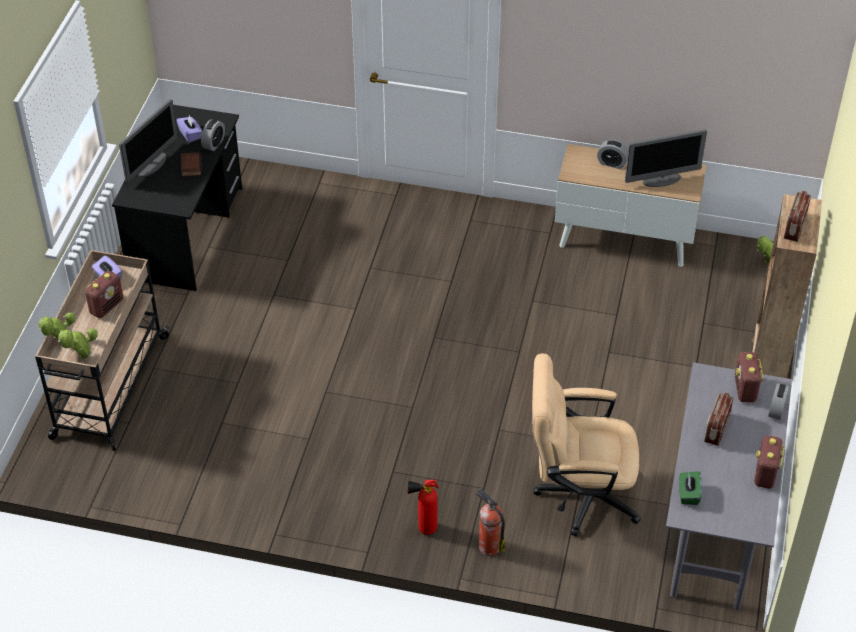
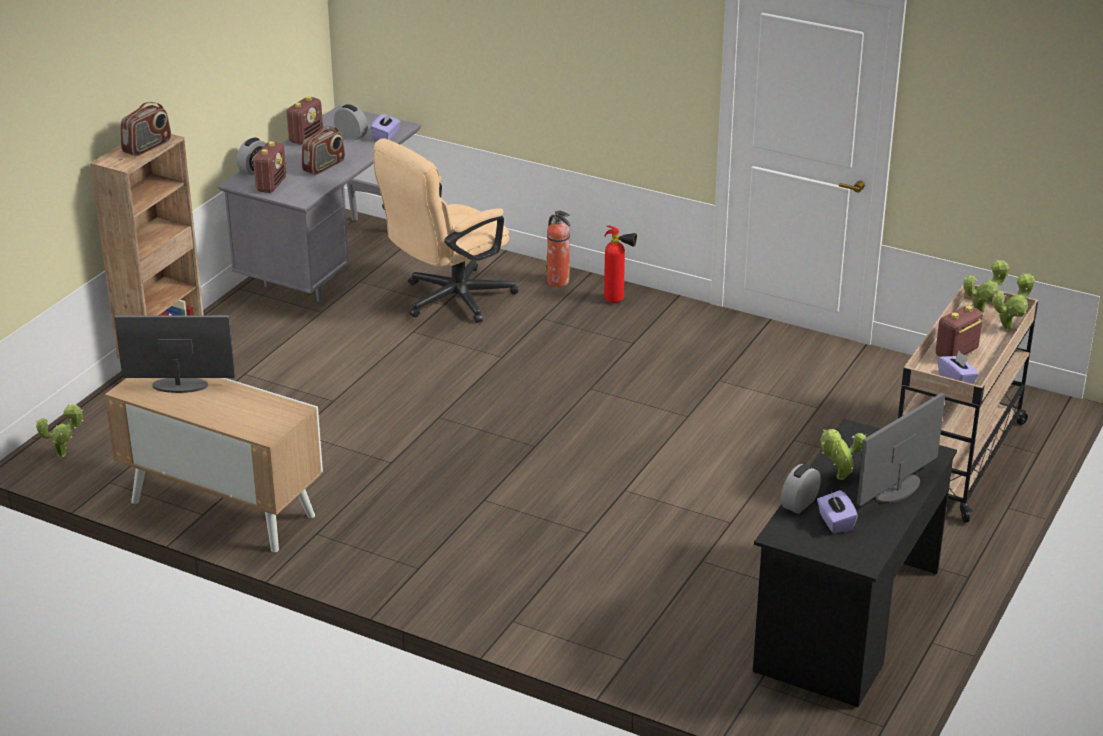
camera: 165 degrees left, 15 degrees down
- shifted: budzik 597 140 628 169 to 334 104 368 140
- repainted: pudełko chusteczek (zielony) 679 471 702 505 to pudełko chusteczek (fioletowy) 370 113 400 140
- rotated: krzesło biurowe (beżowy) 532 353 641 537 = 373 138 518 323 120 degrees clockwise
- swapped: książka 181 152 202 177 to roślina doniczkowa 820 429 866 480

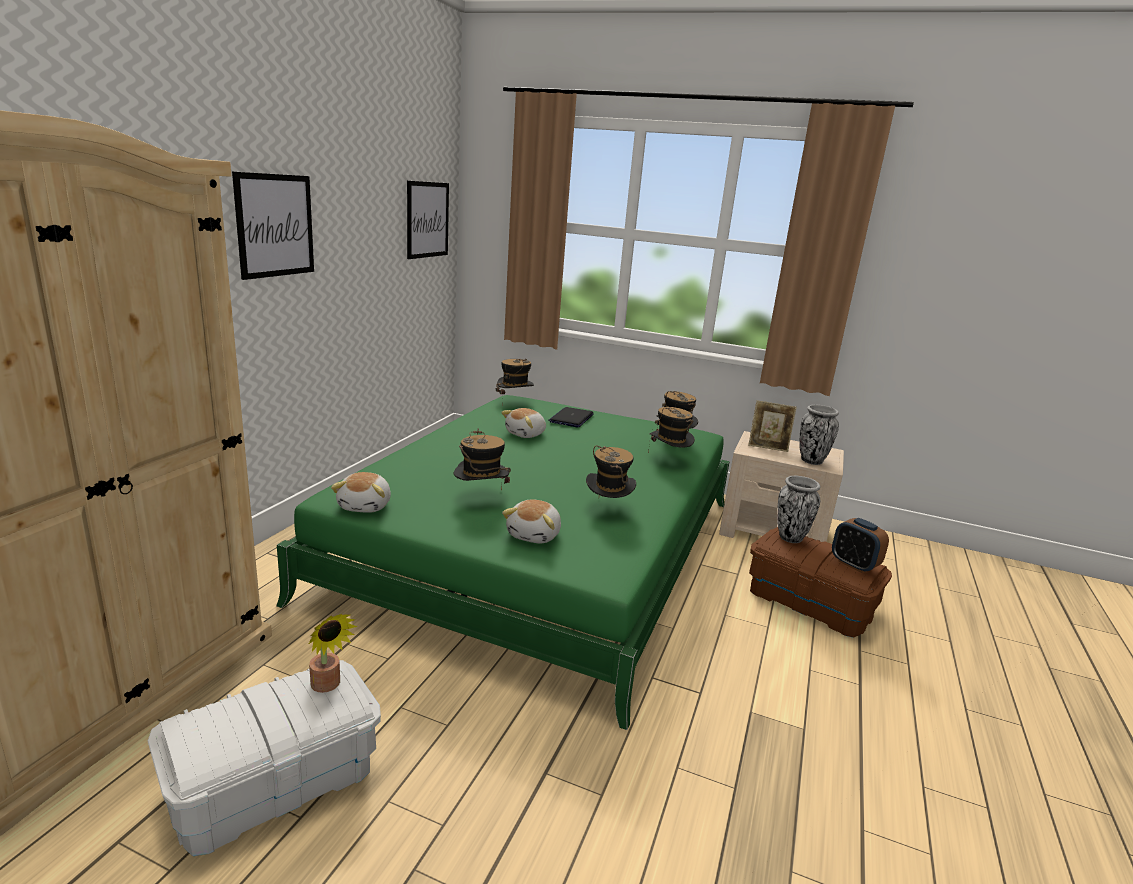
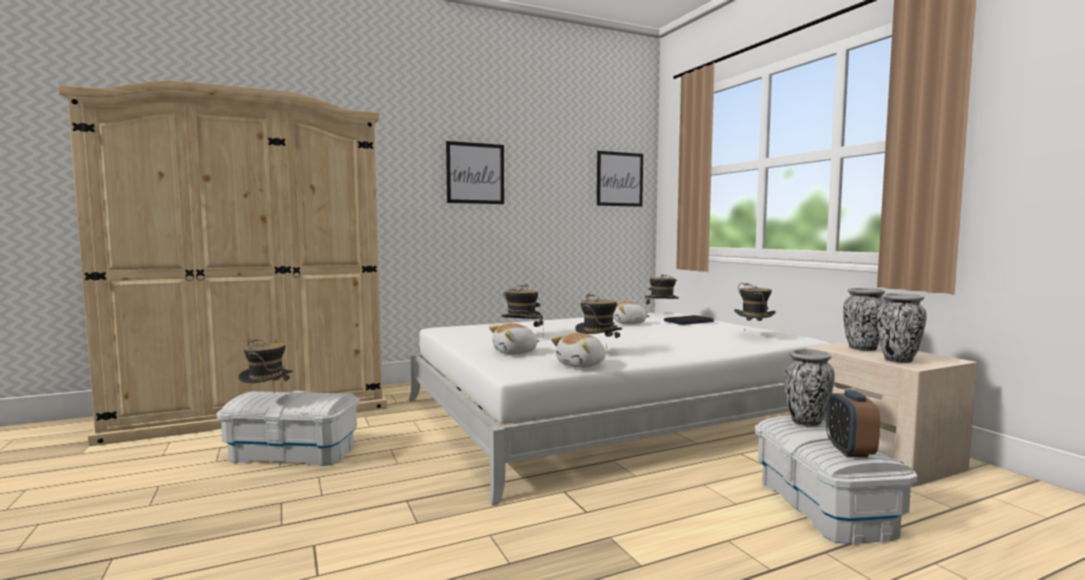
camera: 45 degrees right, 15 degrees down
- shifted: kapelusz 648 407 695 454 to 238 339 293 387
- repainted: łóżko (zielony) 276 395 730 730 to łóżko (biały) 409 312 830 506
- shifted: pluszak 331 472 391 513 to 551 333 606 368
- repainted: pojemnik do przechowywania (brązowy) 749 527 892 638 to pojemnik do przechowywania (biały) 755 415 918 544
- swapped: ramka na zdjęcie 748 400 797 452 to wazon 843 288 885 351
- gone: roślina doniczkowa 309 614 357 693

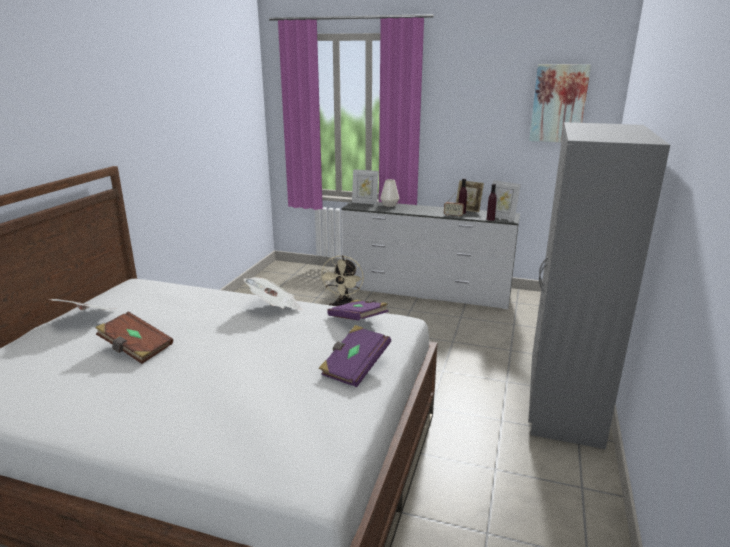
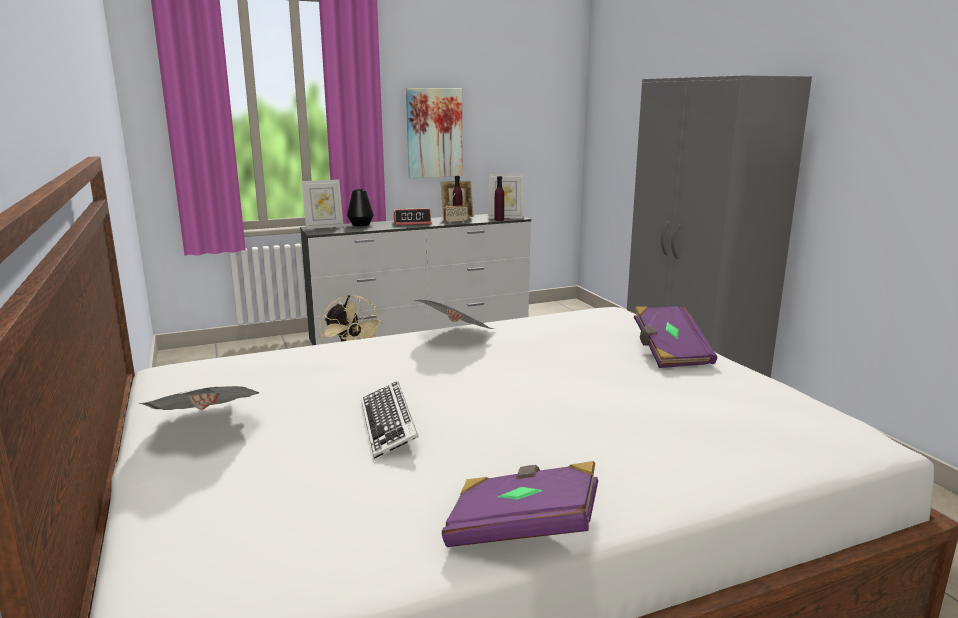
camera: 40 degrees left, 5 degrees down
- repainted: wazon (biały) 380 179 399 207 to wazon (czarny) 347 189 374 226
- swapped: książka (brązowy) 96 311 173 364 to klawiatura 361 382 419 459
- new: budzik 394 208 431 225
- shifted: obraz 529 64 591 142 to 406 88 463 178
- shifted: książka (fioletowy) 327 300 388 320 to 442 461 598 547

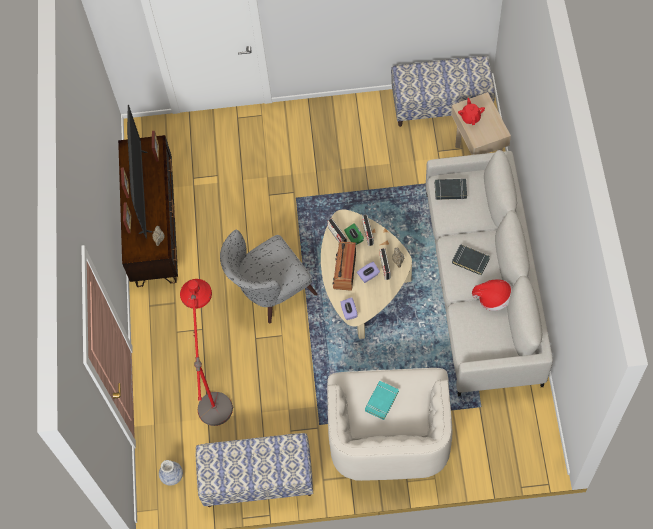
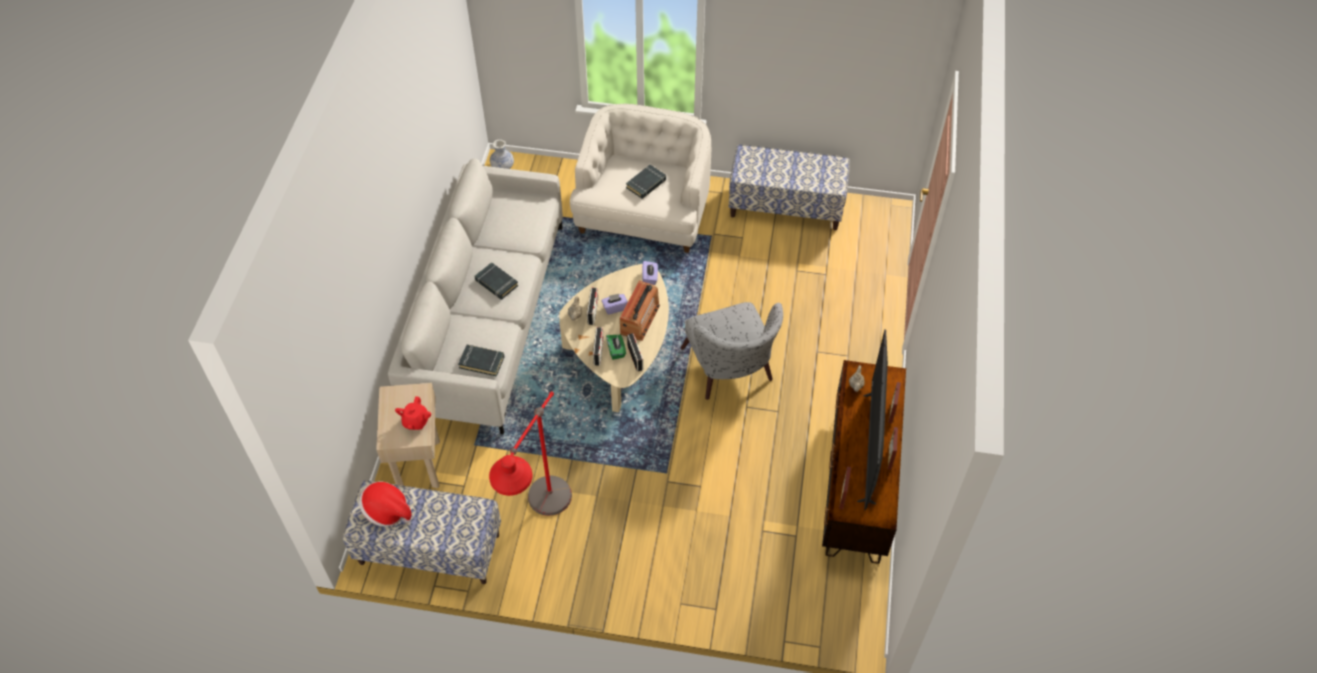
camera: 170 degrees left, 10 degrees down
- shifted: kapelusz 472 280 512 311 to 359 482 412 527
- shifted: lampa stojąca (czerwony) 180 279 233 426 to 489 391 572 516
- shifted: wazon 159 460 183 486 to 490 139 514 169
- repainted: książka (turkusowy) 365 381 399 420 to książka (czarny) 626 165 666 199
- rotated: fotel (szary) 220 229 317 324 = 681 302 783 400 90 degrees clockwise

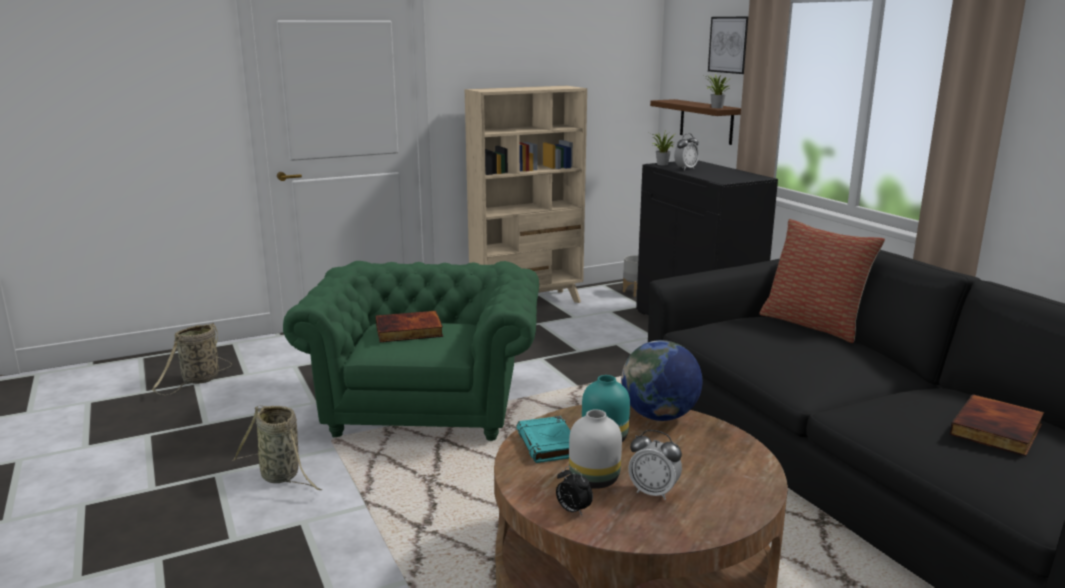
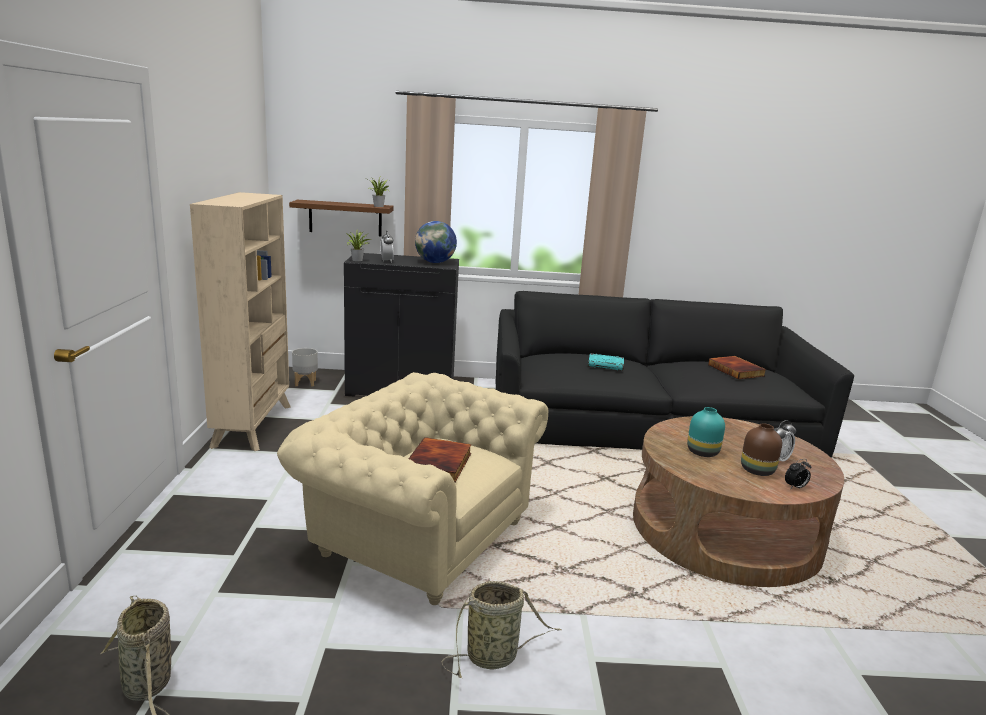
camera: 65 degrees left, 0 degrees up
- repainted: fotel (zielony) 283 261 539 441 to fotel (beżowy) 277 372 548 605
- shifted: globus 621 340 702 421 to 415 221 457 263
- shifted: książka (turkusowy) 516 416 571 463 to 588 354 624 370
- repainted: wazon (biały) 569 409 622 489 to wazon (brązowy) 741 423 782 476
- gone: obraz 708 16 748 74
- gone: poduszka 759 219 885 343

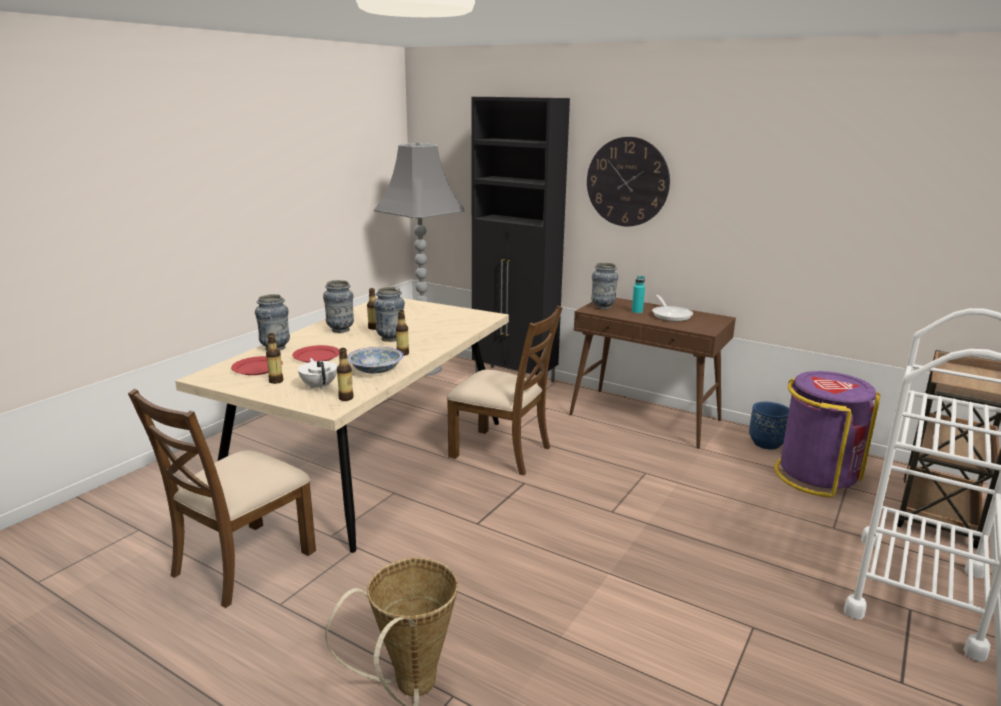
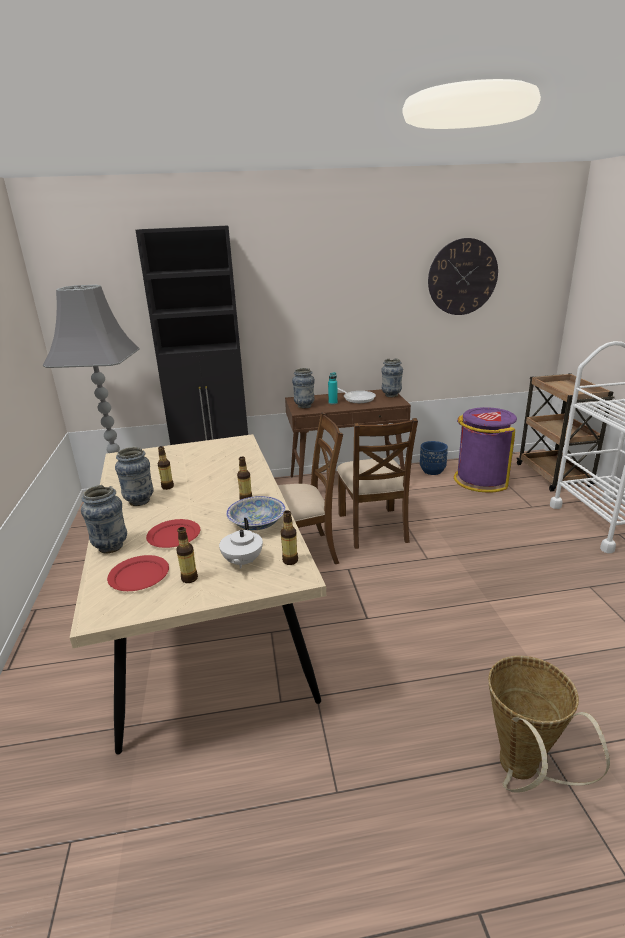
camera: 40 degrees left, 5 degrees up
- rotated: imbryk (biały) 298 358 338 390 = 219 518 263 569 105 degrees counterclockwise
- shifted: krzesło (brązowy) 128 389 316 608 to 337 418 418 549
- shifted: wazon 374 287 405 342 to 381 358 403 397
- shifted: zegar ścienny 587 137 670 226 to 428 238 498 315

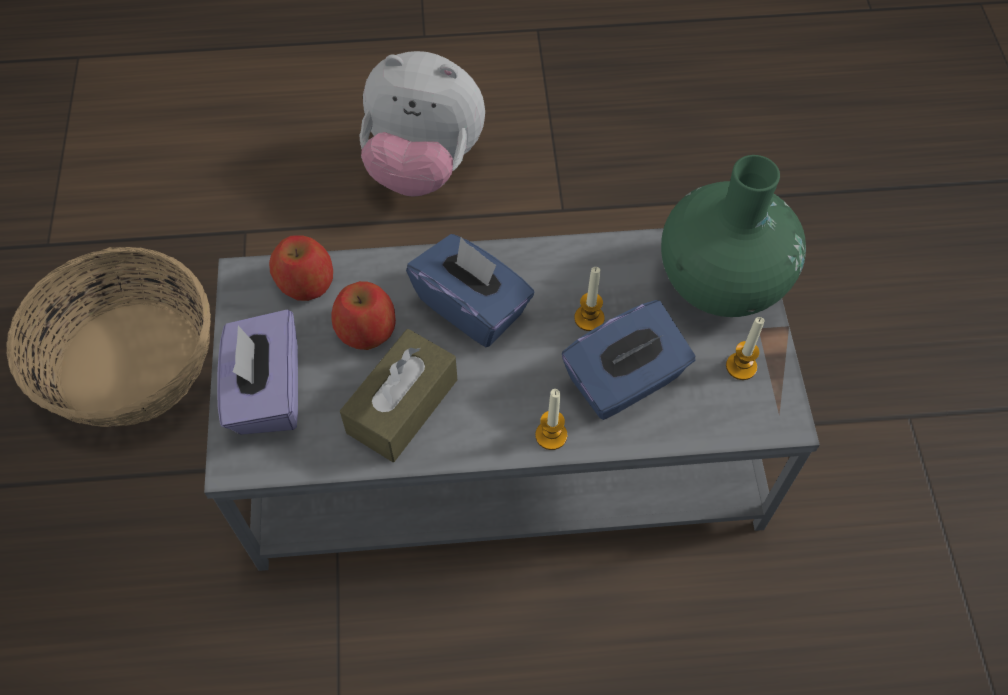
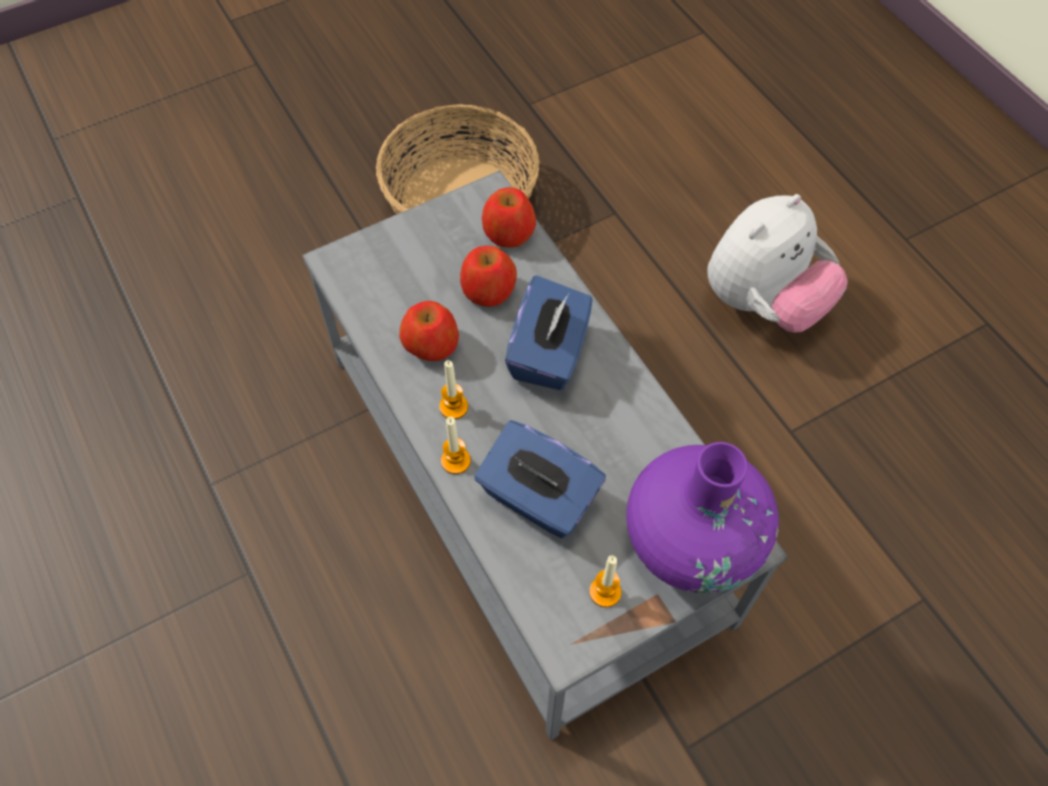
camera: 65 degrees right, 0 degrees up
- swapped: pudełko chusteczek (brązowy) 340 329 457 462 to jabłko 399 301 459 361
- shifted: świeca 574 267 605 331 to 439 360 468 419
- repainted: wazon (zielony) 661 155 806 317 to wazon (fioletowy) 627 442 779 593
- rotated: pluszak 359 51 485 197 = 707 194 848 333 120 degrees counterclockwise
- gone: pudełko chusteczek (fioletowy) 217 309 298 435

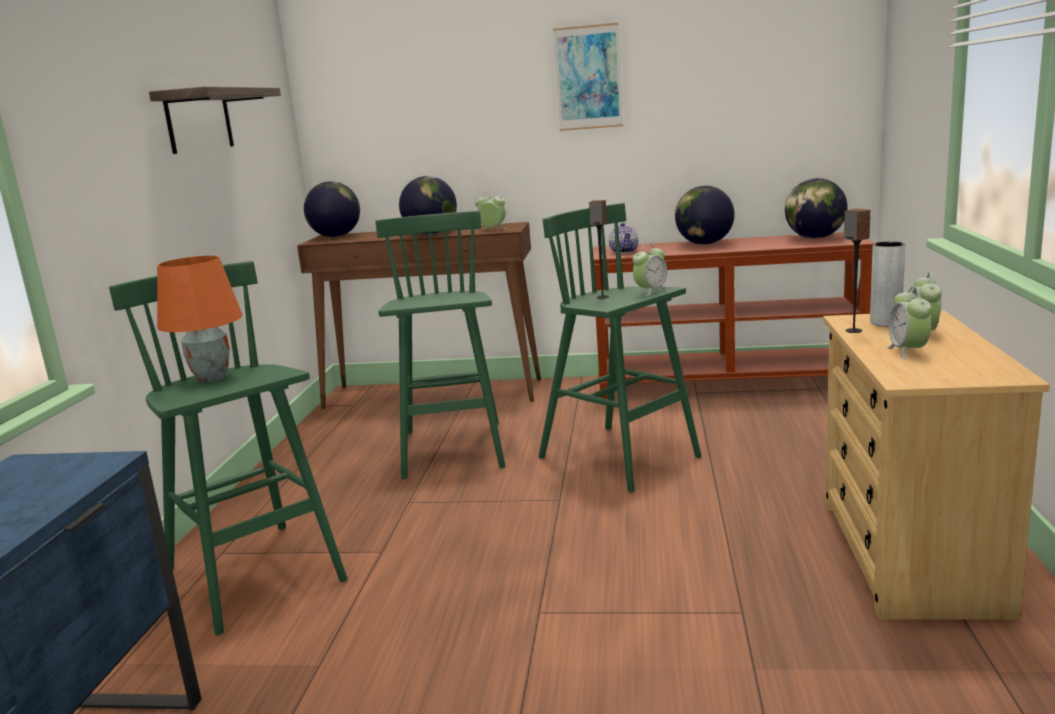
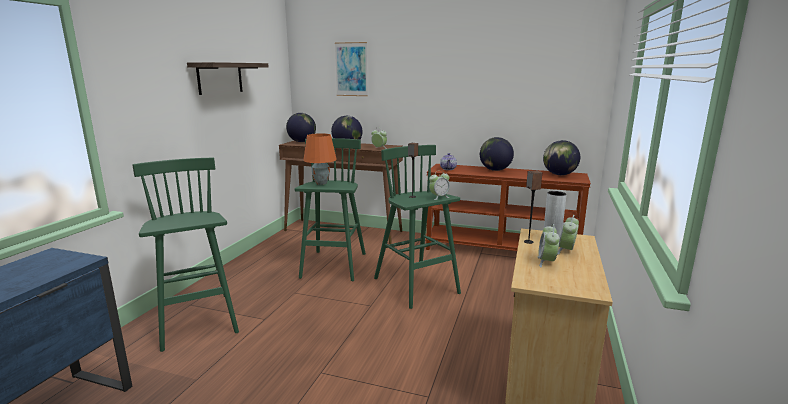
camera: 10 degrees right, 0 degrees up
- shifted: lampa stołowa (pomarańczowy) 157 256 243 382 to 303 133 337 185
- shifted: obraz 553 23 623 131 to 335 42 368 96

